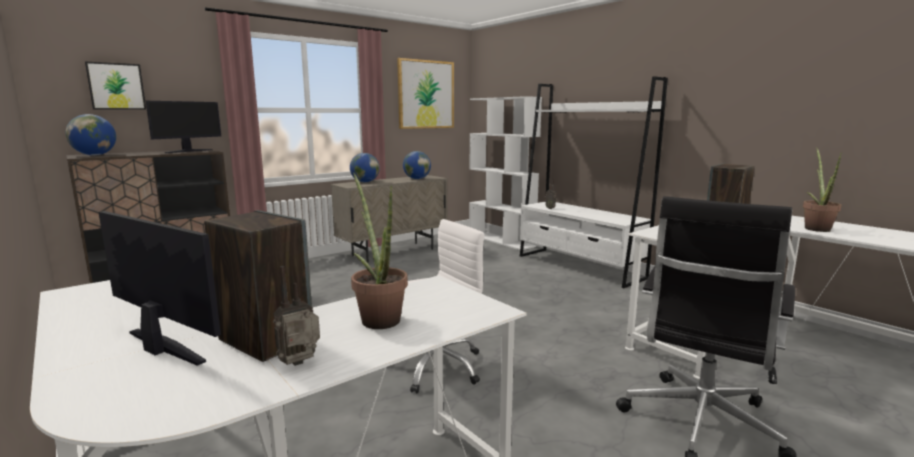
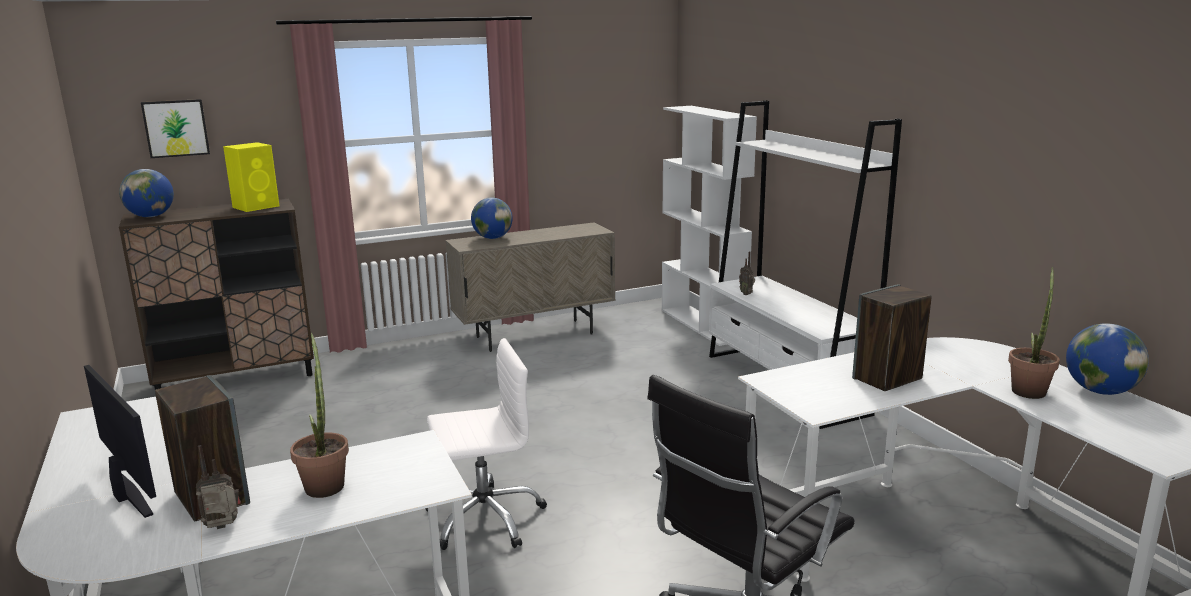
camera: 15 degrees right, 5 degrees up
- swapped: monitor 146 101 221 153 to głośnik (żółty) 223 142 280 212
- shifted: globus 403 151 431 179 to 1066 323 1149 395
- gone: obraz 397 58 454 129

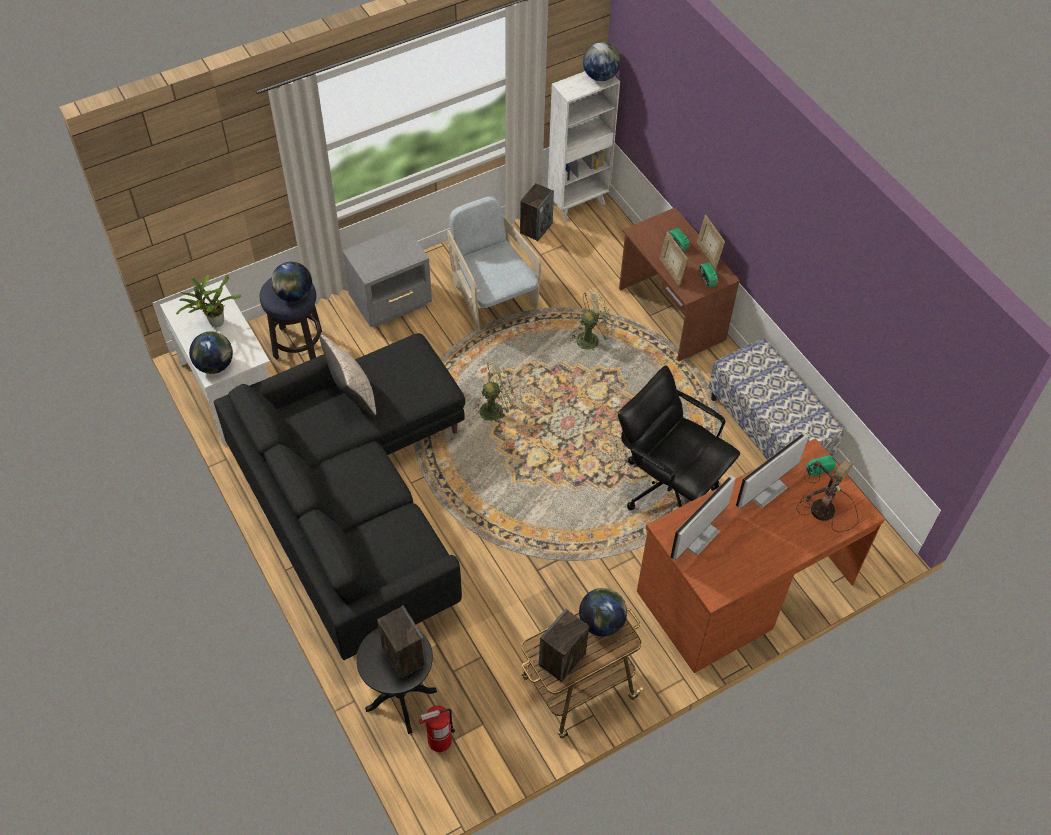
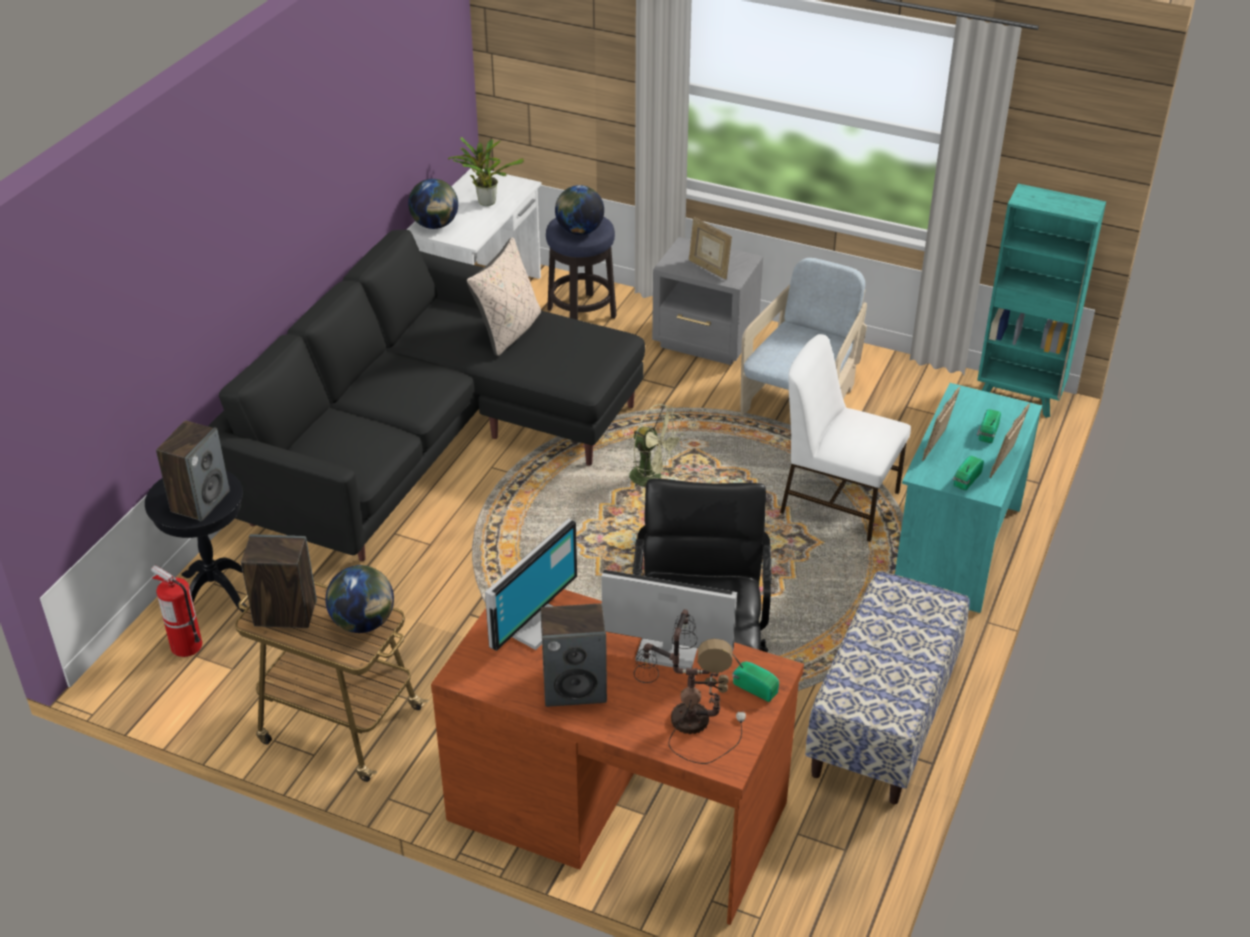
camera: 55 degrees right, 15 degrees down
- rotated: monitor 670 475 736 561 = 485 518 577 651 120 degrees clockwise
- shifted: głośnik 520 183 554 241 to 541 603 607 707
- new: ramka na zdjęcie 689 217 732 279
- swapped: wentylator (zielony) 570 290 617 350 to krzesło (biały) 780 334 911 542
- repainted: biurko (brązowy) 619 208 740 362 to biurko (turkusowy) 895 383 1042 613
- repainted: regał (biały) 548 71 620 221 to regał (turkusowy) 977 184 1106 418
- gone: globus 583 42 621 81

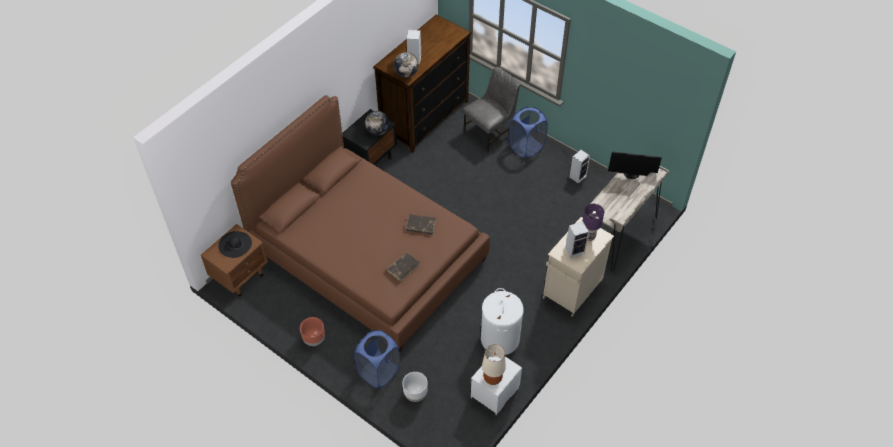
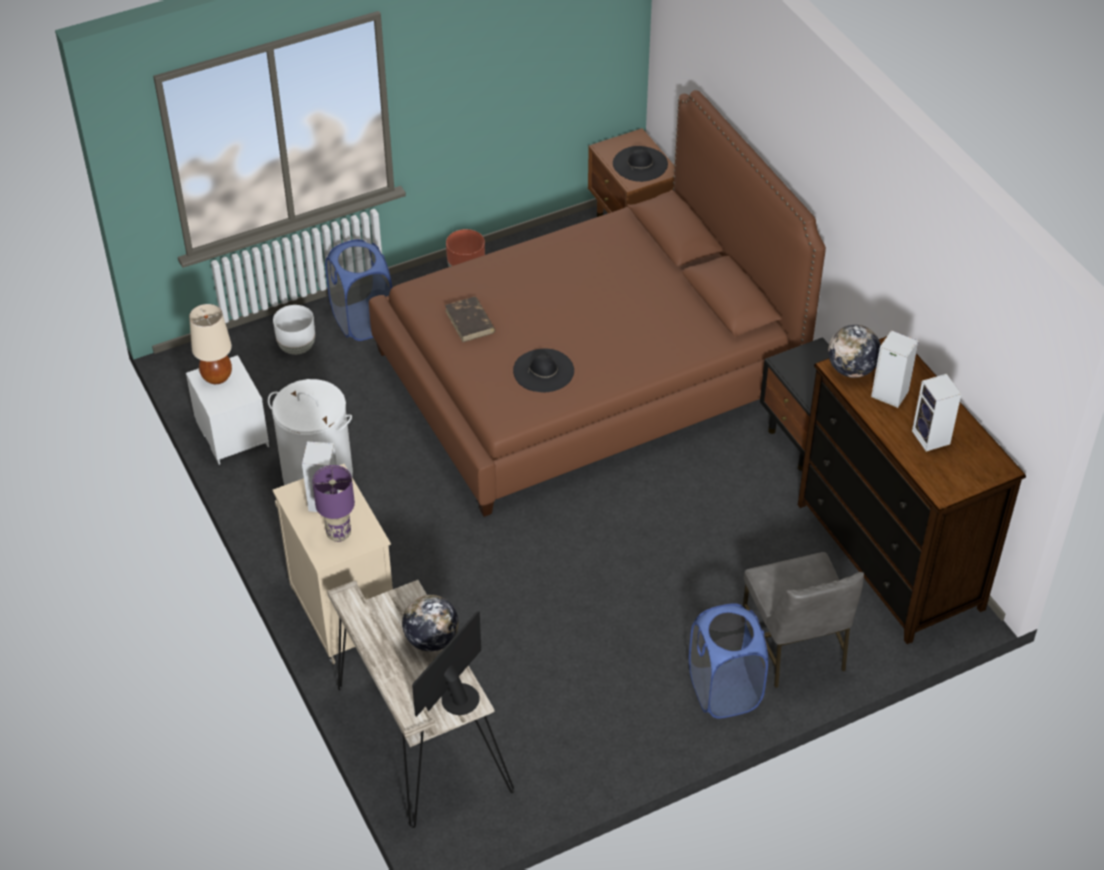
camera: 115 degrees right, 5 degrees down
- shifted: globus 365 111 389 135 to 402 595 459 651
- swapped: książka (brązowy) 406 214 436 235 to kapelusz (czarny) 513 349 574 392
- shifted: głośnik 569 150 590 184 to 912 374 961 452

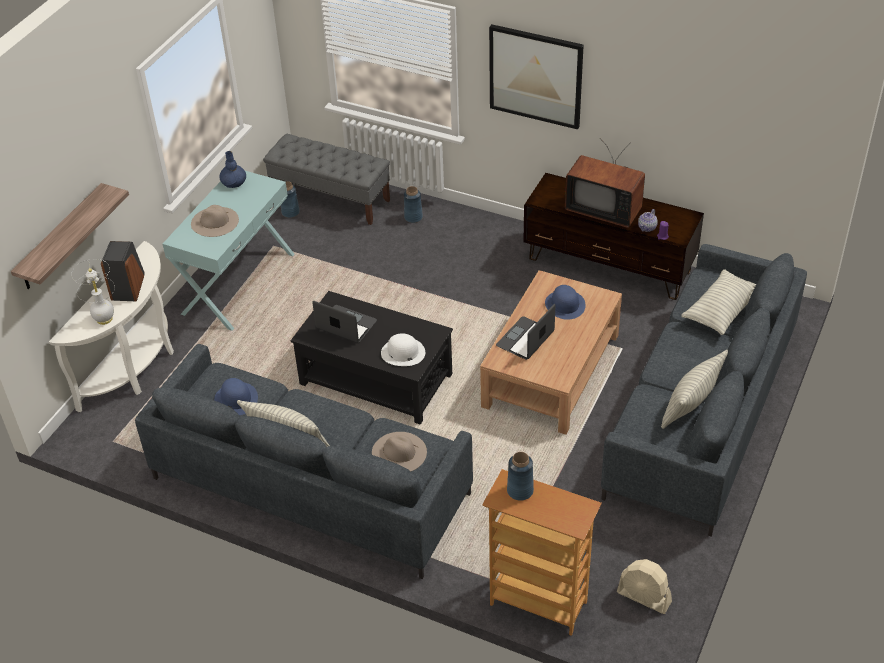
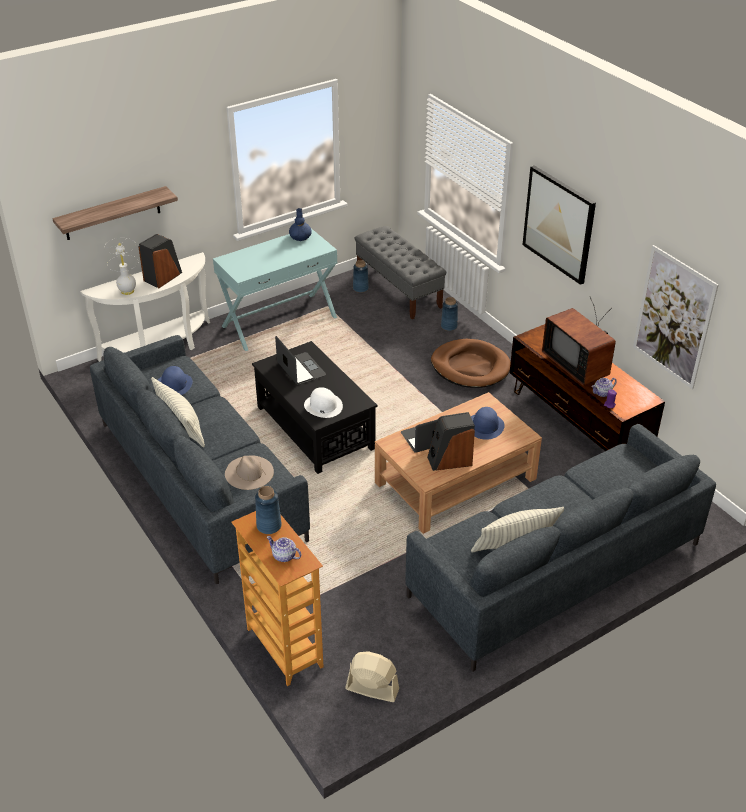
camera: 30 degrees right, 5 degrees down
- new: imbryk 266 536 301 562
- rotated: wentylator (beżowy) 617 559 672 614 = 345 651 399 702 135 degrees clockwise
- new: głośnik 427 412 475 471
- new: legowisko (brązowy) 431 339 511 388
- new: obraz 633 245 719 389
- gone: kapelusz (beżowy) 191 205 239 237
- gone: poduszka 681 269 756 335

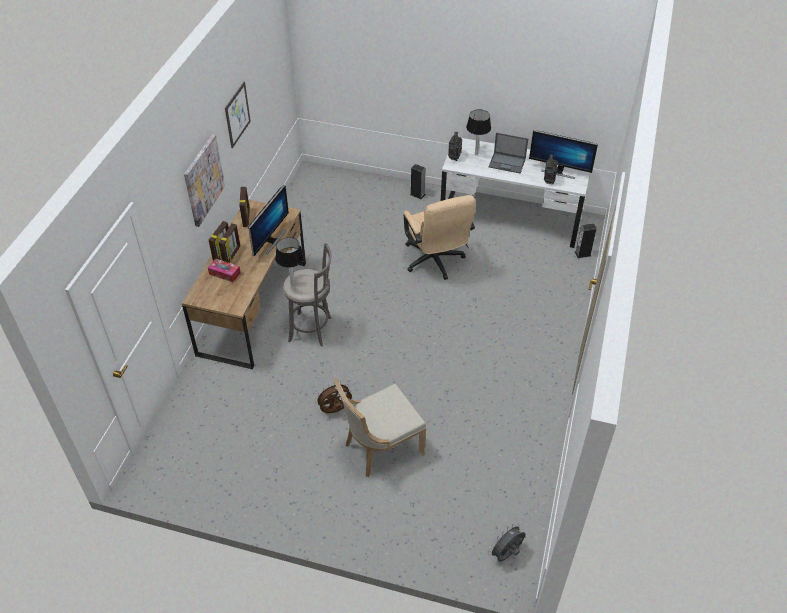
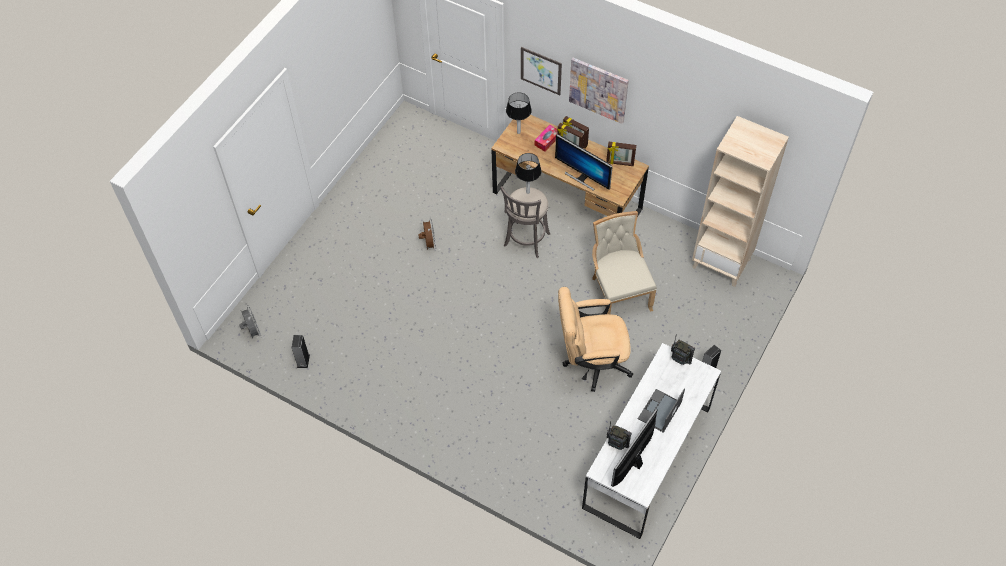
camera: 105 degrees right, 10 degrees up
- shifted: głośnik 575 224 597 258 to 292 335 310 368
- shifted: lampa stołowa 466 109 491 155 to 506 92 532 134
- shifted: obraz 225 82 251 148 to 521 47 562 95
- shifted: krzesło (beżowy) 334 378 426 477 to 592 211 657 314
- new: regał (beżowy) 692 116 789 287

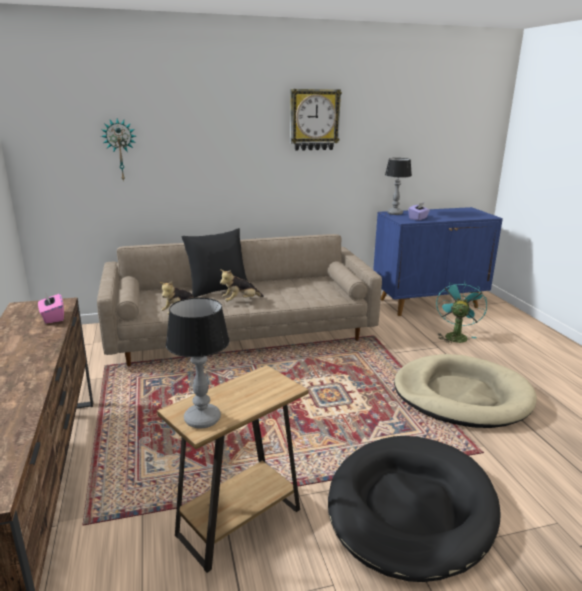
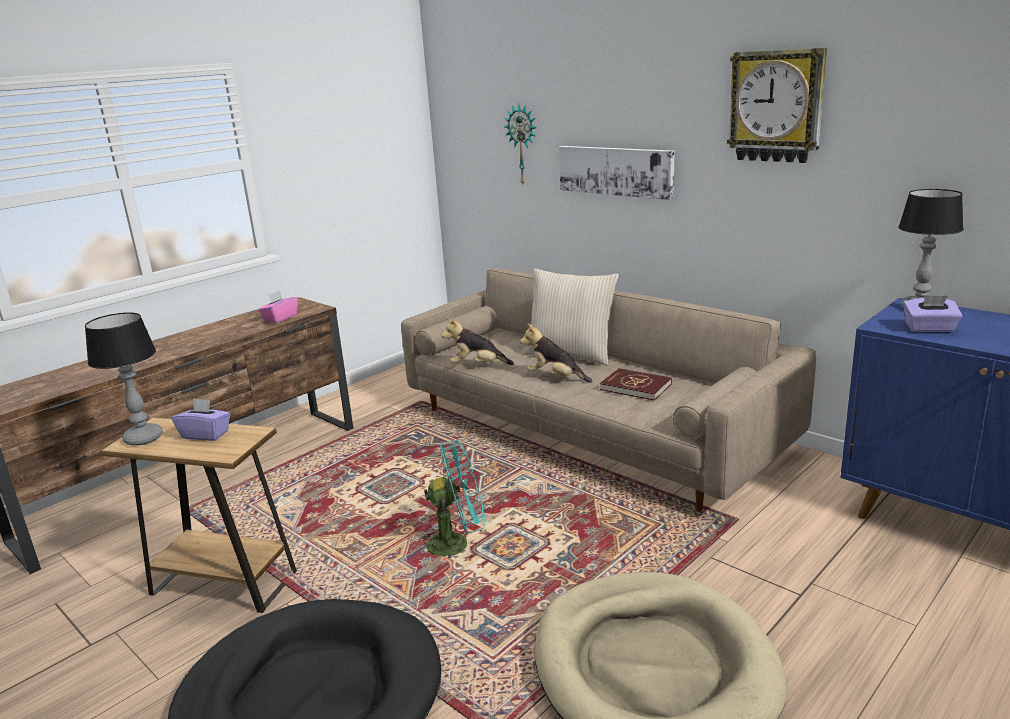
camera: 60 degrees right, 0 degrees up
- new: pudełko chusteczek (fioletowy) 172 398 230 441
- shifted: wentylator (turkusowy) 436 280 487 344 to 419 440 485 558
- repainted: poduszka (czarny) 182 228 248 297 to poduszka (beżowy) 523 268 619 366
- new: obraz 559 146 674 200
- new: książka (czerwony) 600 368 672 401

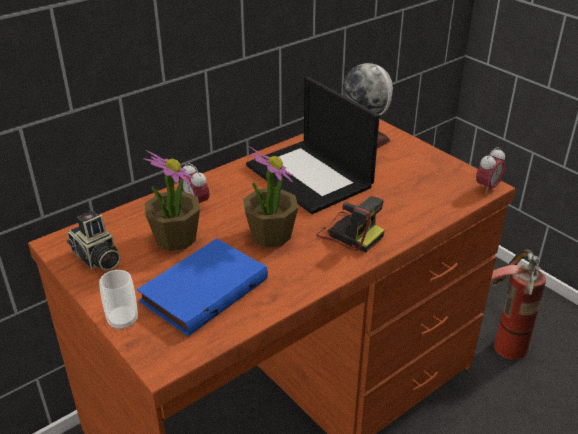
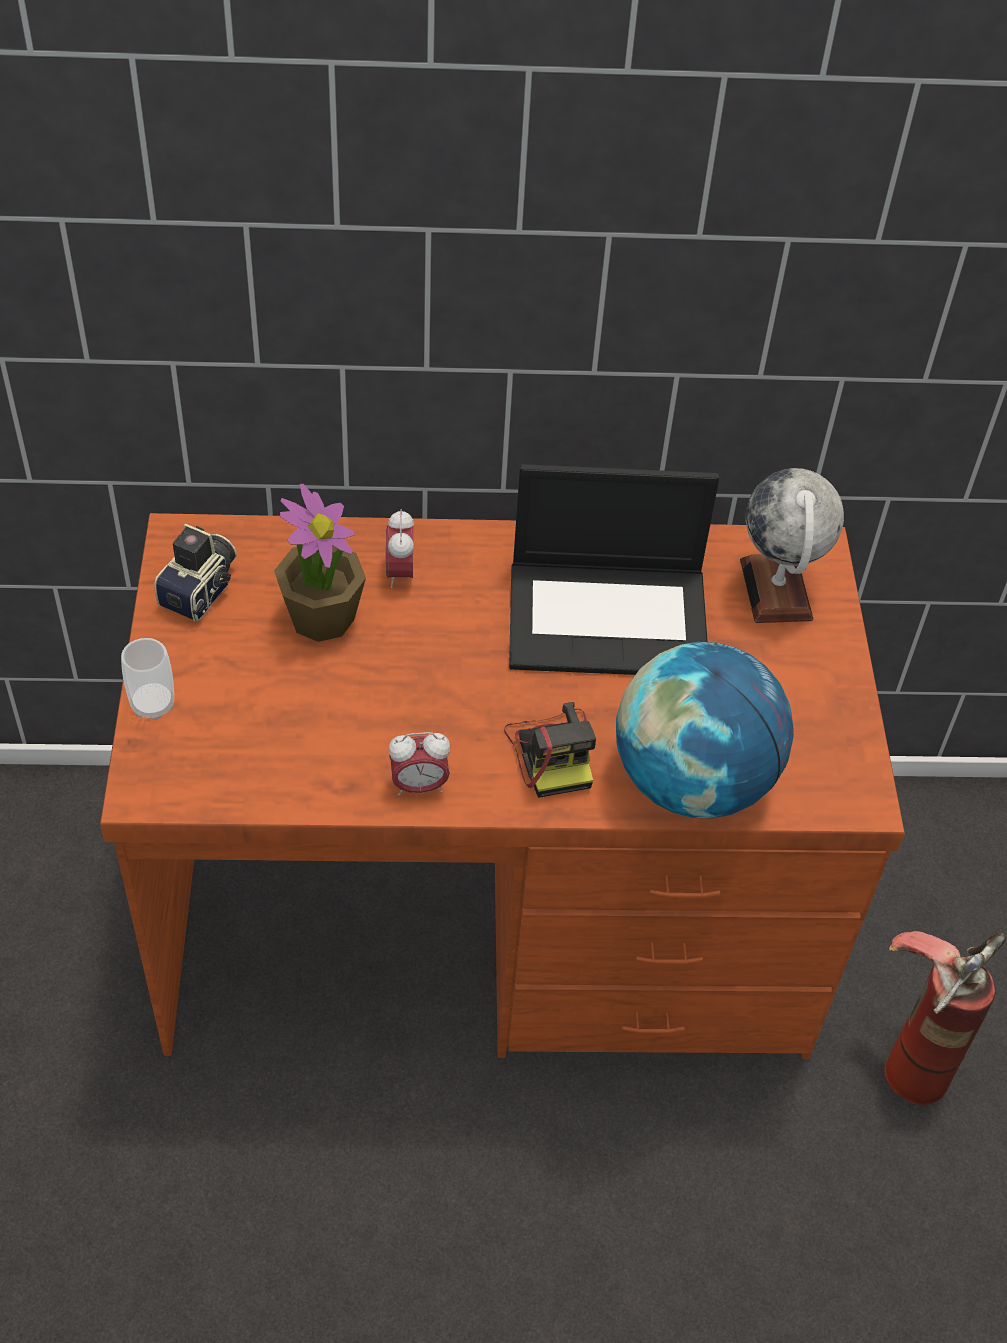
camera: 35 degrees right, 15 degrees up
- rotated: aparat fotograficzny 67 211 121 271 = 154 524 237 621 150 degrees counterclockwise
- shifted: budzik 476 147 506 194 to 389 732 450 796
- rotated: laptop 246 76 380 214 = 509 464 719 675 90 degrees counterclockwise
- new: globus 616 642 794 818
- gone: książka (niebieski) 137 238 268 336
- gone: roślina doniczkowa 243 147 298 248

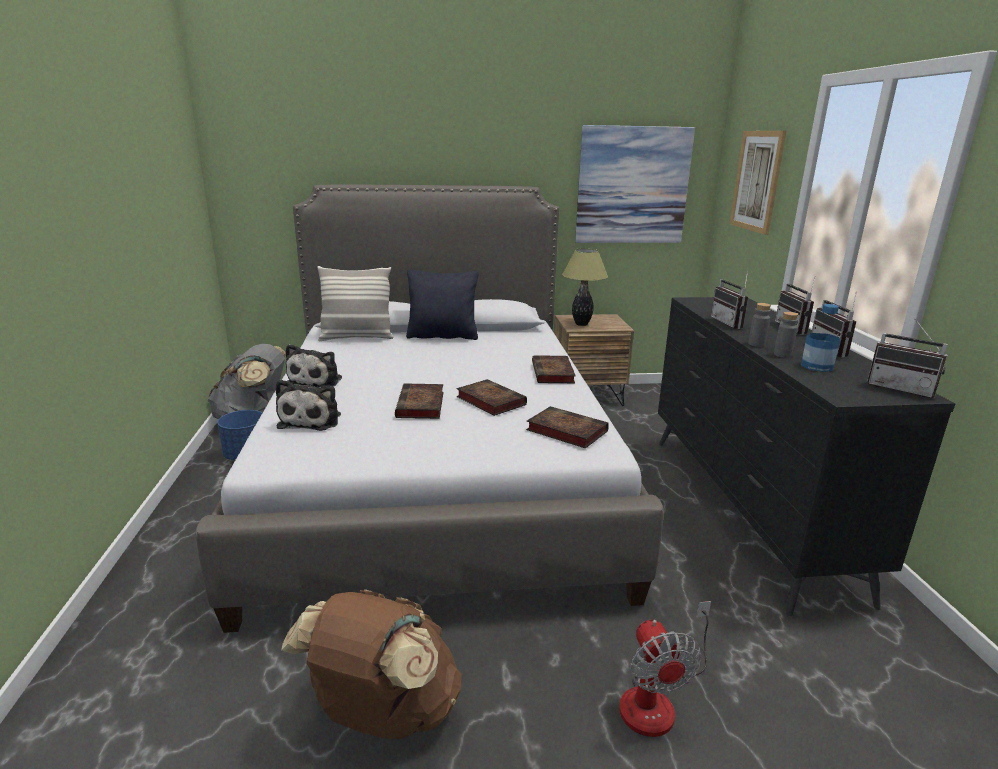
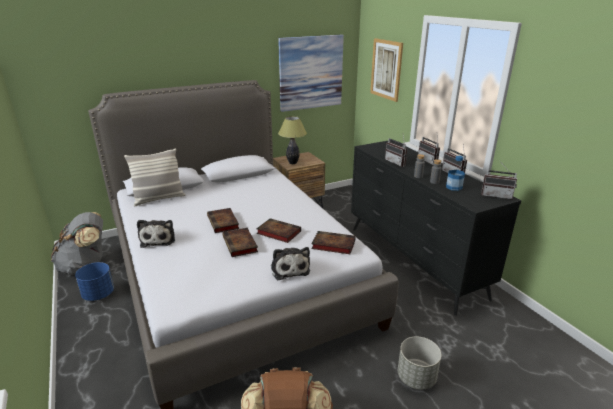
camera: 20 degrees left, 5 degrees up
- shifted: książka 532 355 576 383 to 207 208 239 233
- shifted: pluszak 275 379 341 431 to 271 247 310 280
- swapped: wentylator 619 601 711 737 to donica (szary) 398 336 441 390
- gone: poduszka (czarny) 406 270 479 340

